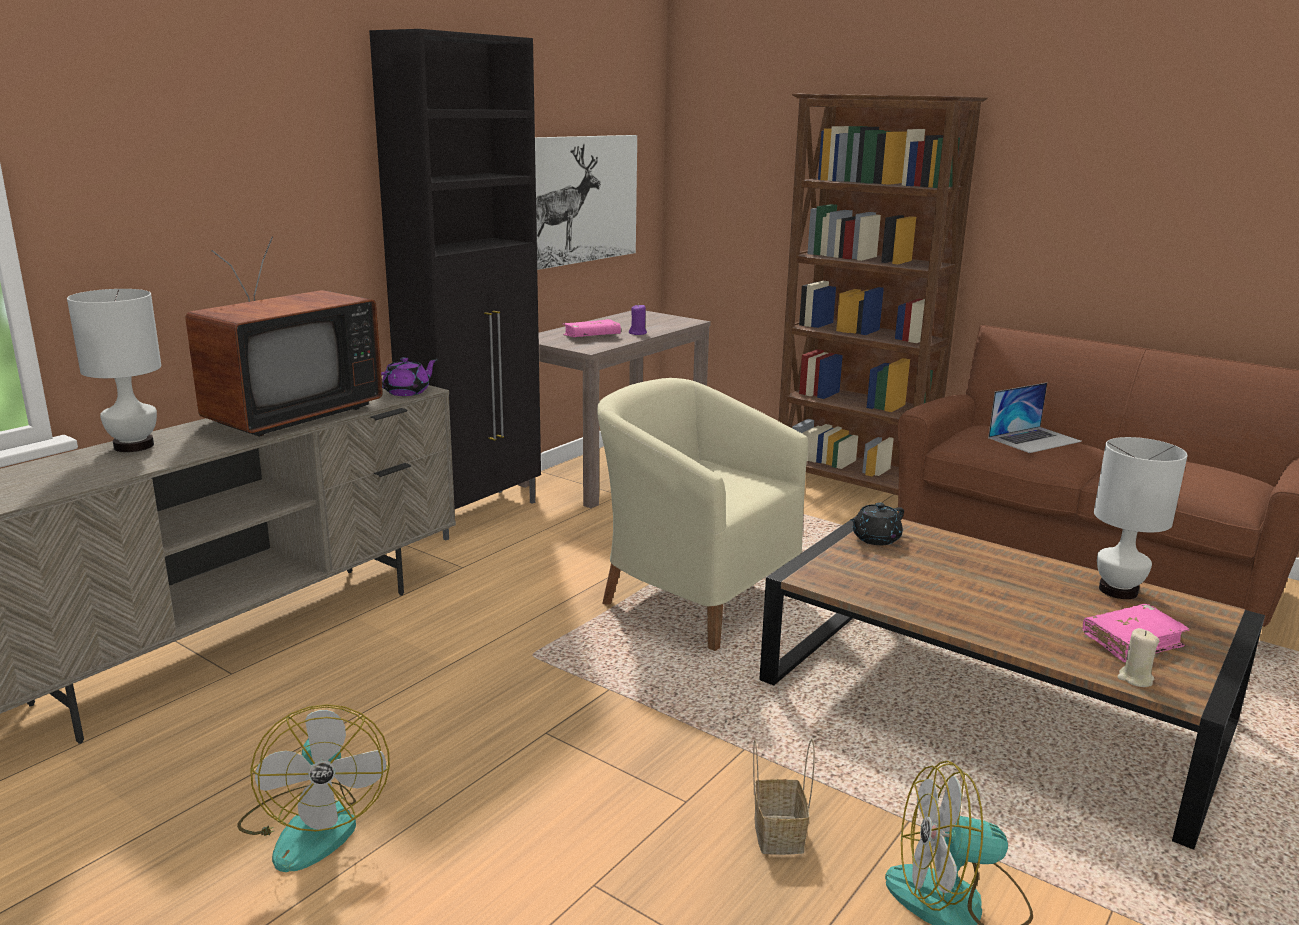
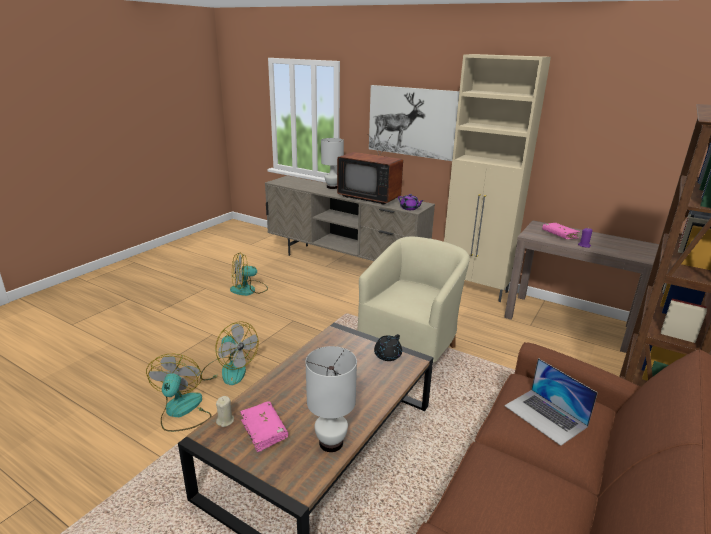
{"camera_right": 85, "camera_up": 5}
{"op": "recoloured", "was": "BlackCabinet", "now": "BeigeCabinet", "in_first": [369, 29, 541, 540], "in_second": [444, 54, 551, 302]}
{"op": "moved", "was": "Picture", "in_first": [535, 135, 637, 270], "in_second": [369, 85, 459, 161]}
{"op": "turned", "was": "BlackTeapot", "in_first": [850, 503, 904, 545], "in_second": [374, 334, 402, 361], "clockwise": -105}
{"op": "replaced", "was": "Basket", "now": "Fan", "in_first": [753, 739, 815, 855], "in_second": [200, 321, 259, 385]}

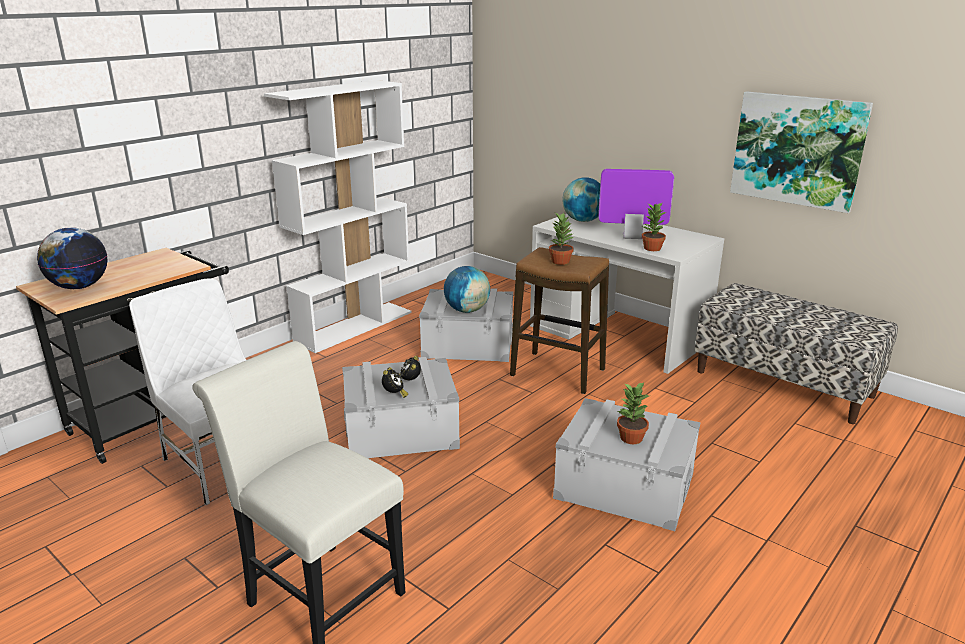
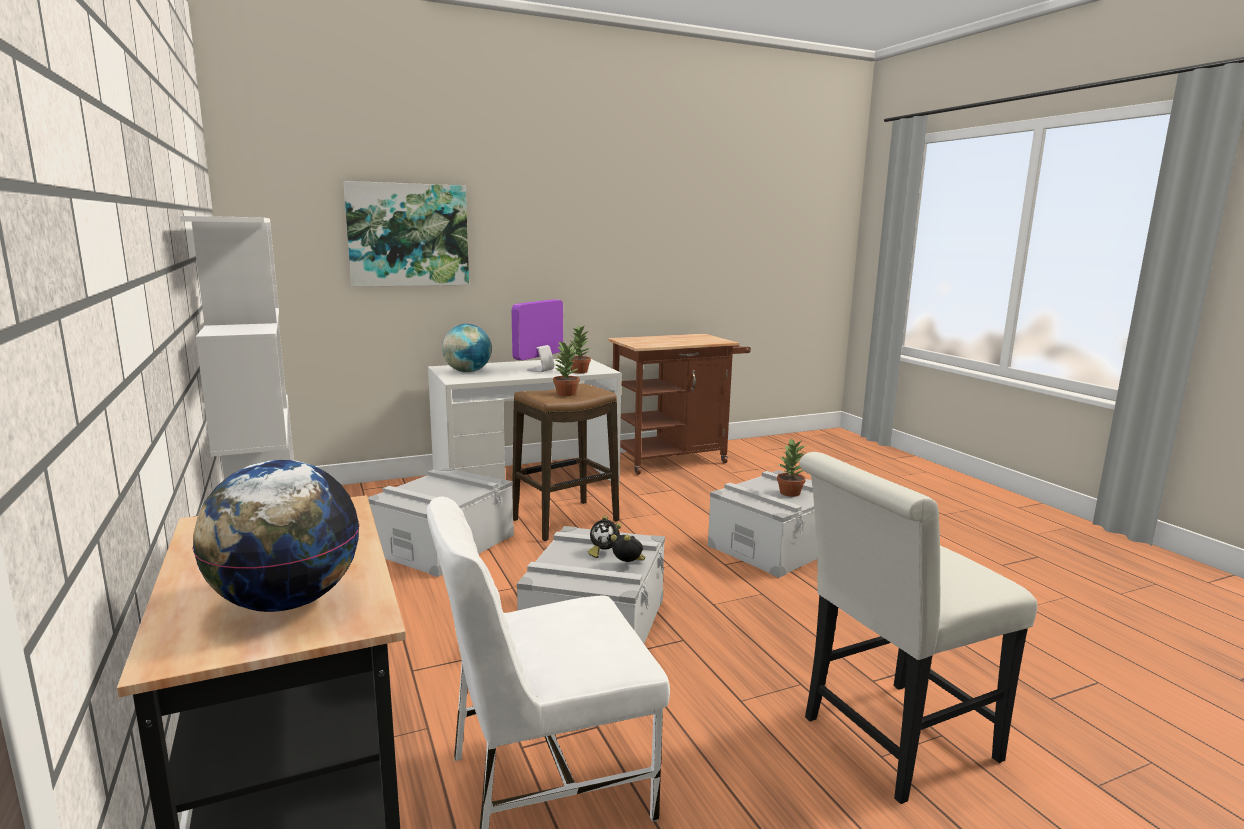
{"camera_right": -65, "camera_up": -10}
{"op": "moved", "was": "Picture", "in_first": [730, 91, 873, 213], "in_second": [343, 181, 469, 287]}
{"op": "removed", "was": "Globe", "in_first": [444, 266, 490, 313]}
{"op": "replaced", "was": "Bench", "now": "BrownCart", "in_first": [695, 283, 898, 424], "in_second": [608, 334, 751, 475]}

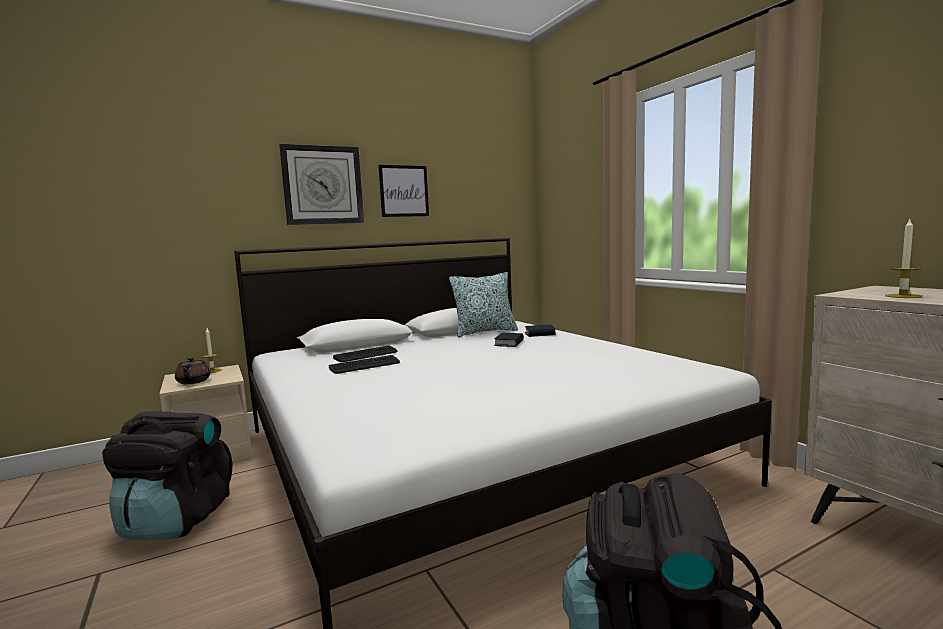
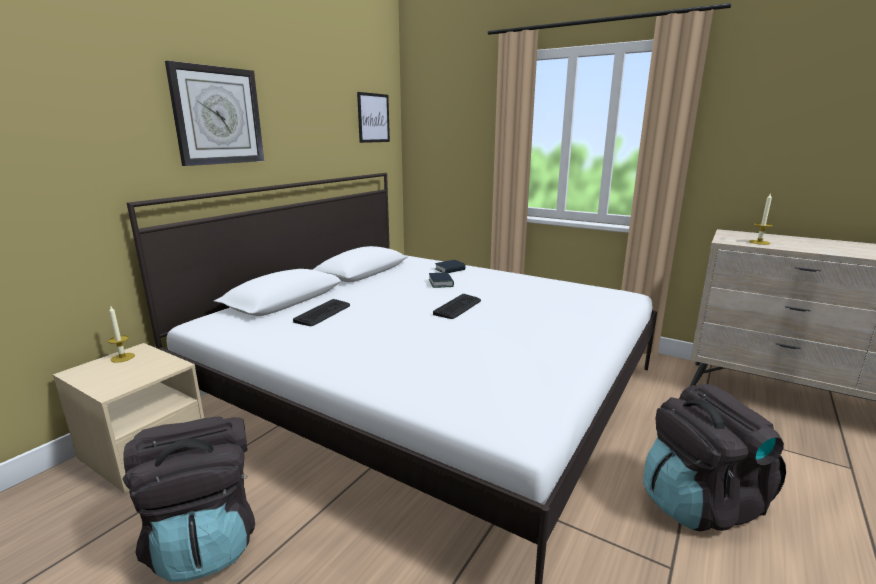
{"camera_right": -30, "camera_up": 10}
{"op": "moved", "was": "Picture", "in_first": [379, 165, 429, 217], "in_second": [357, 92, 390, 143]}
{"op": "removed", "was": "Pillow", "in_first": [449, 272, 518, 337]}
{"op": "moved", "was": "Keyboard", "in_first": [329, 355, 400, 374], "in_second": [433, 294, 481, 319]}
{"op": "removed", "was": "BrownTeapot", "in_first": [175, 357, 210, 384]}

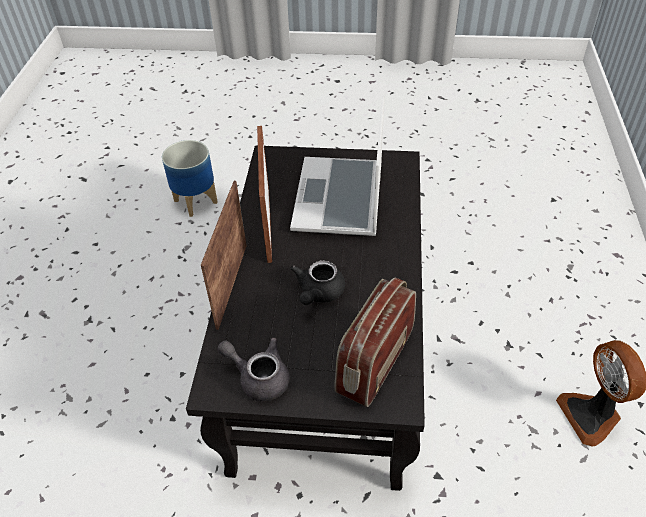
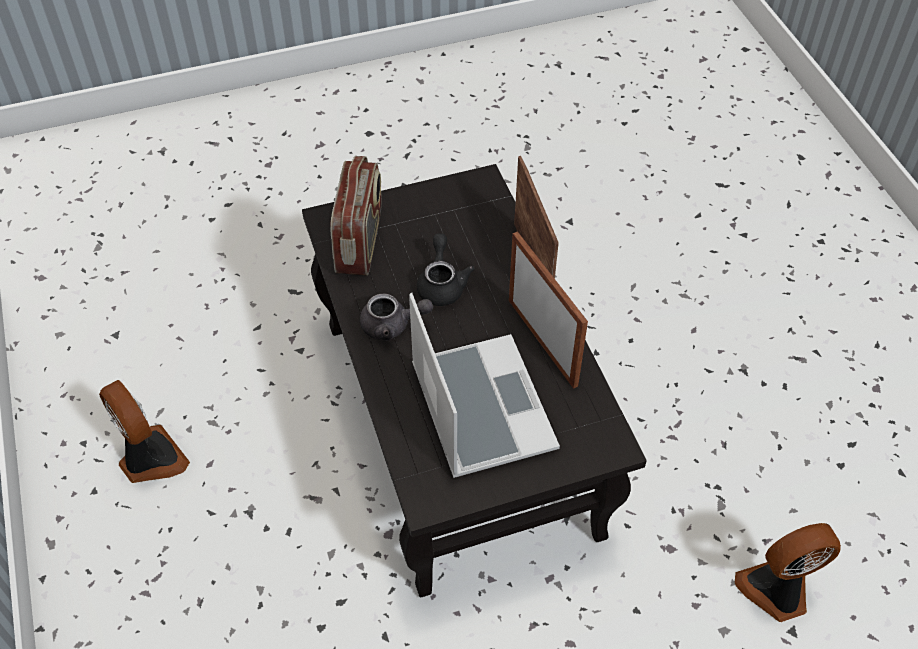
{"camera_right": 155, "camera_up": 5}
{"op": "replaced", "was": "Planter", "now": "Fan", "in_first": [162, 140, 218, 217], "in_second": [735, 523, 841, 622]}
{"op": "moved", "was": "GreyTeapot", "in_first": [217, 337, 290, 401], "in_second": [360, 294, 433, 341]}

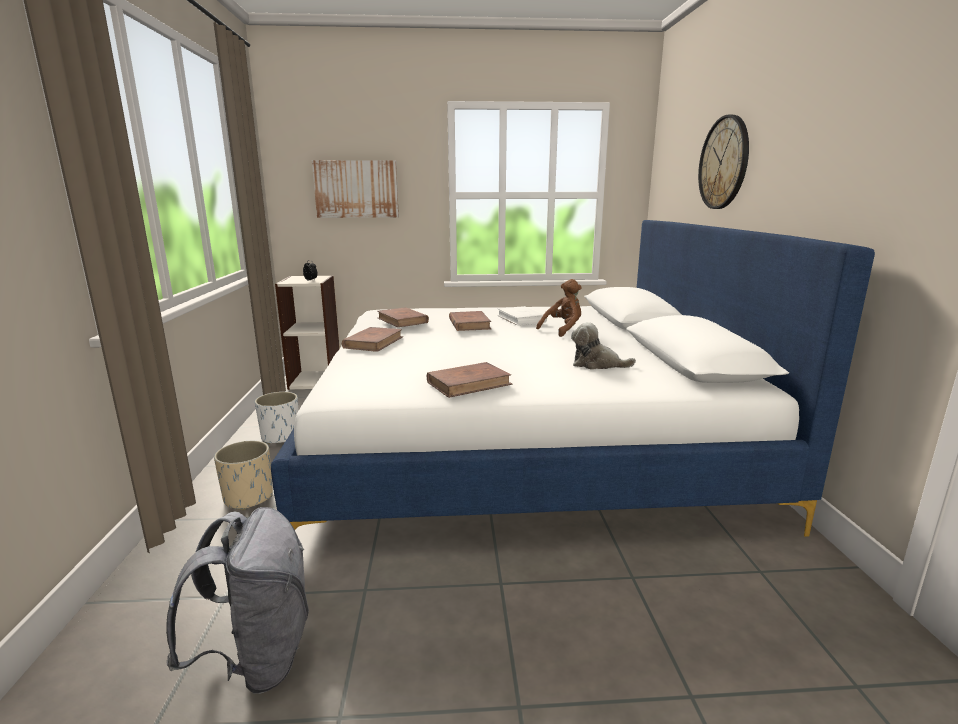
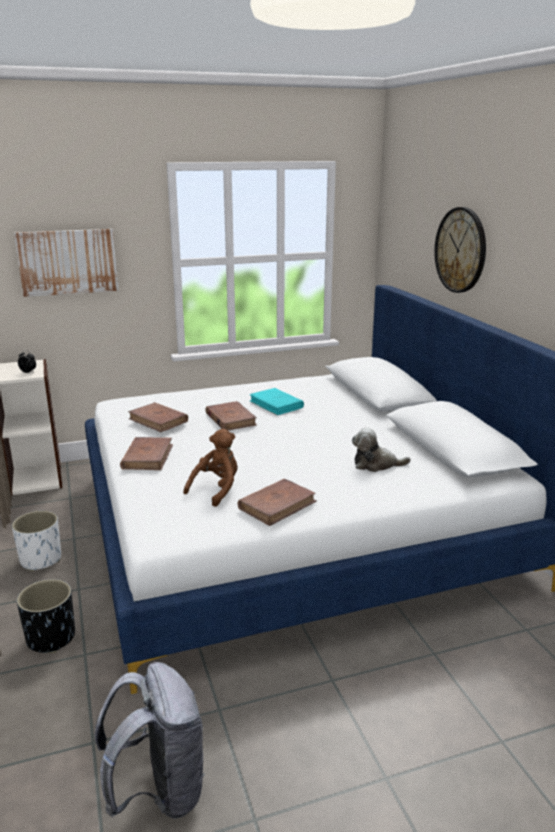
{"camera_right": -15, "camera_up": 5}
{"op": "moved", "was": "BrownPlushToy", "in_first": [536, 279, 582, 337], "in_second": [183, 429, 238, 507]}
{"op": "recoloured", "was": "WhiteBook", "now": "TurquoiseBook", "in_first": [497, 306, 547, 325], "in_second": [249, 388, 304, 415]}
{"op": "recoloured", "was": "BeigePlanter", "now": "BlackPlanter", "in_first": [214, 441, 273, 510], "in_second": [17, 579, 75, 653]}

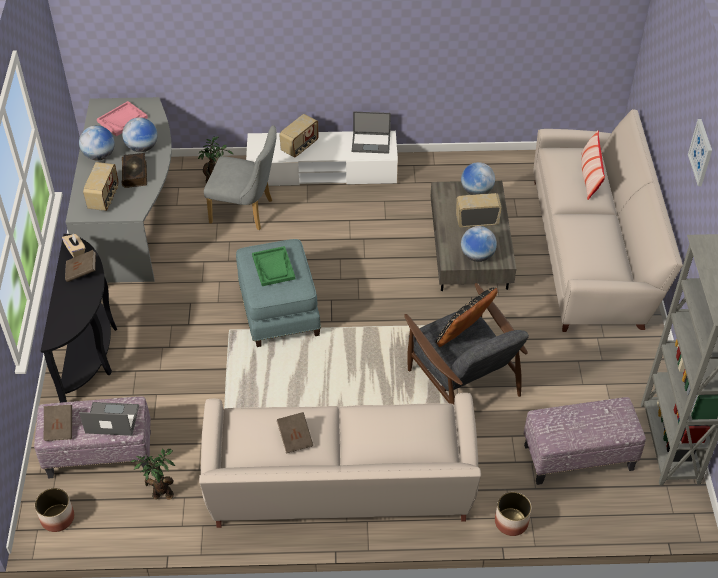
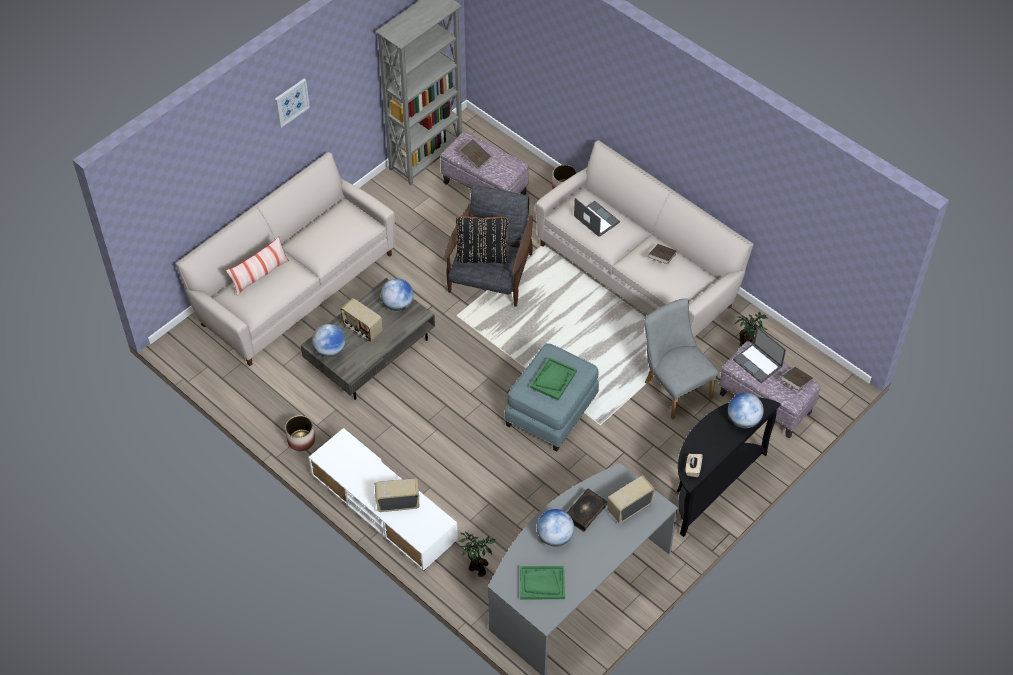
{"camera_right": -135, "camera_up": 5}
{"op": "recoloured", "was": "PinkTray", "now": "GreenTray", "in_first": [97, 101, 148, 136], "in_second": [520, 566, 565, 599]}
{"op": "moved", "was": "Laptop", "in_first": [352, 112, 391, 154], "in_second": [574, 198, 620, 237]}
{"op": "moved", "was": "Globe", "in_first": [79, 125, 115, 161], "in_second": [728, 393, 764, 428]}
{"op": "moved", "was": "GreyChair", "in_first": [204, 125, 277, 230], "in_second": [644, 299, 718, 420]}
{"op": "moved", "was": "BrownBook", "in_first": [65, 250, 96, 282], "in_second": [460, 139, 491, 170]}
{"op": "moved", "was": "Planter", "in_first": [35, 488, 74, 532], "in_second": [285, 416, 315, 451]}

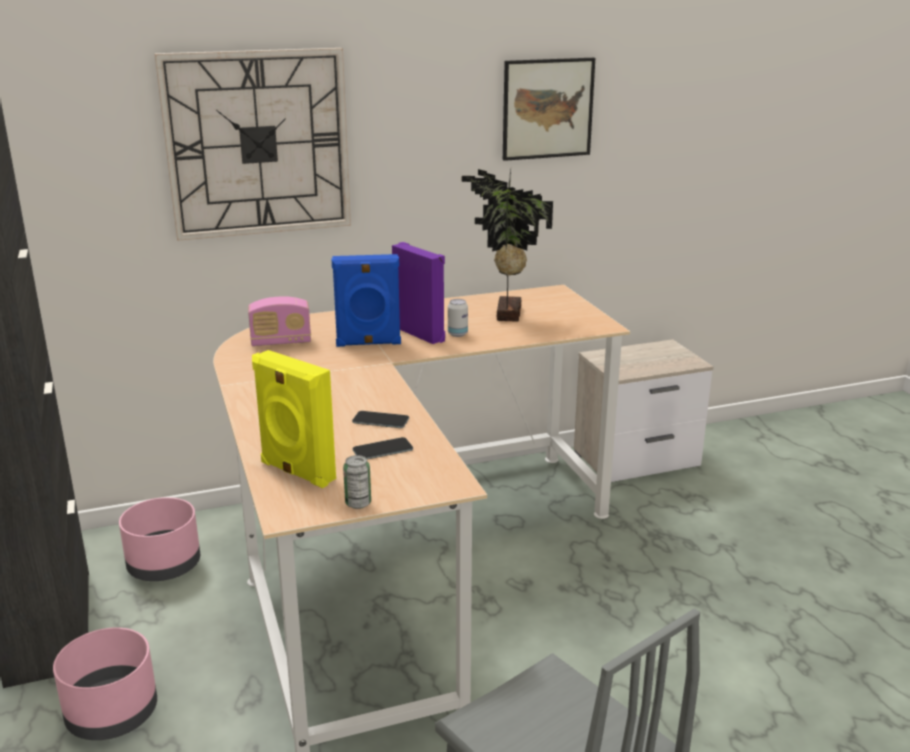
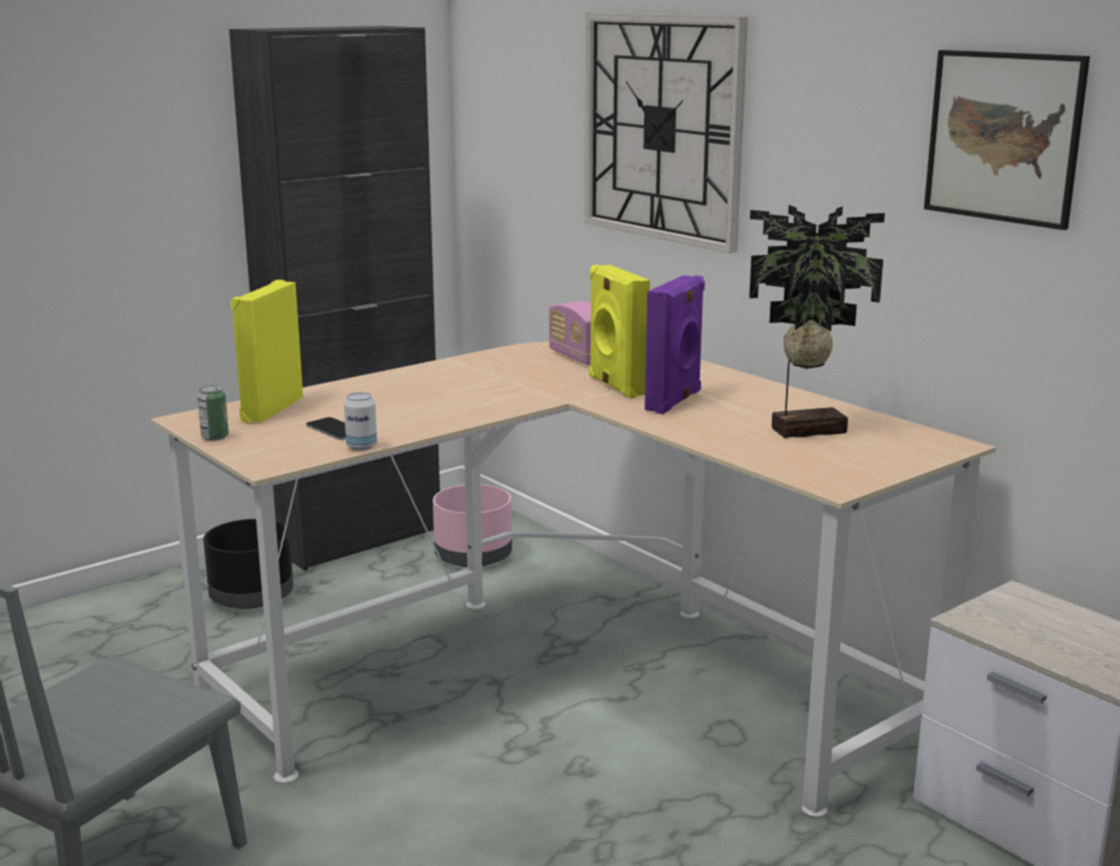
{"camera_right": 70, "camera_up": -5}
{"op": "recoloured", "was": "BlueSpeaker", "now": "YellowSpeaker", "in_first": [332, 254, 401, 347], "in_second": [589, 265, 650, 398]}
{"op": "moved", "was": "Can", "in_first": [448, 299, 468, 337], "in_second": [344, 392, 377, 450]}
{"op": "removed", "was": "Phone", "in_first": [352, 411, 409, 428]}
{"op": "recoloured", "was": "PinkPlanter", "now": "BlackPlanter", "in_first": [53, 627, 157, 740], "in_second": [203, 519, 293, 609]}

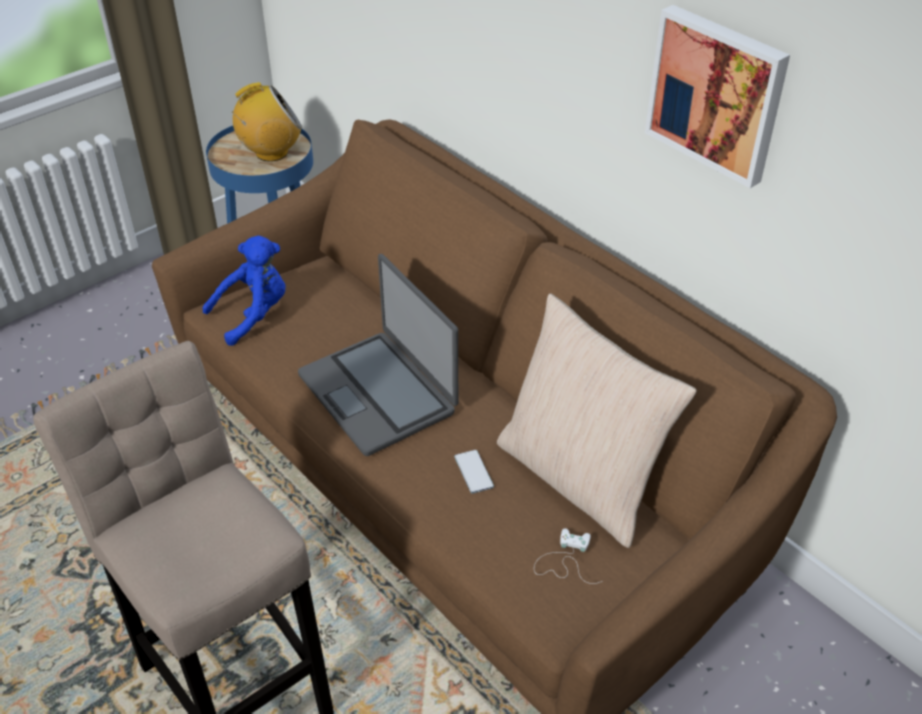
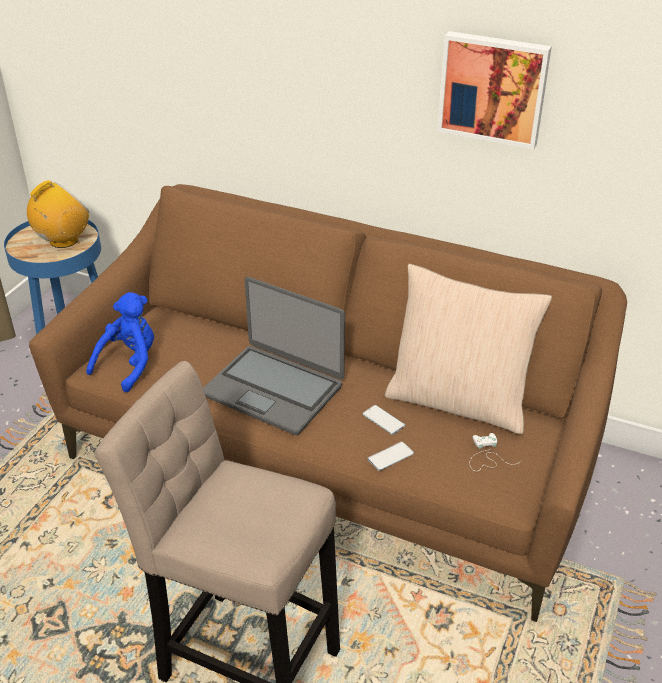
{"camera_right": -25, "camera_up": -5}
{"op": "added", "now": "Phone", "in_second": [367, 442, 414, 471]}

